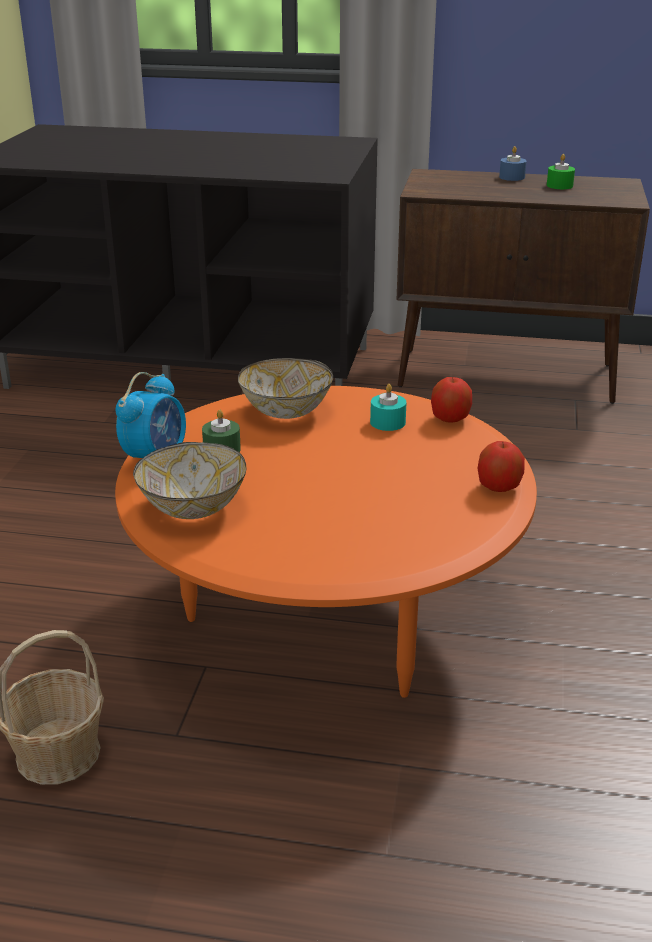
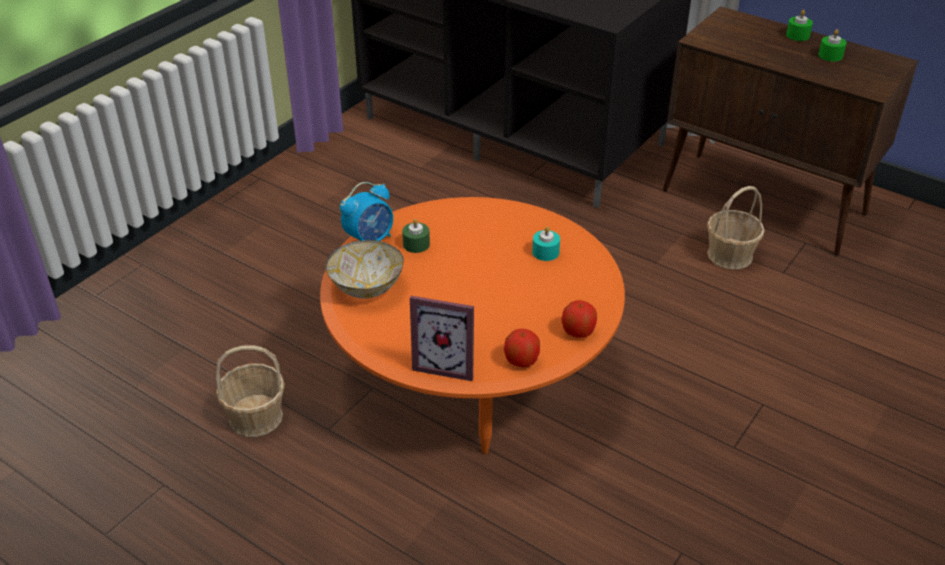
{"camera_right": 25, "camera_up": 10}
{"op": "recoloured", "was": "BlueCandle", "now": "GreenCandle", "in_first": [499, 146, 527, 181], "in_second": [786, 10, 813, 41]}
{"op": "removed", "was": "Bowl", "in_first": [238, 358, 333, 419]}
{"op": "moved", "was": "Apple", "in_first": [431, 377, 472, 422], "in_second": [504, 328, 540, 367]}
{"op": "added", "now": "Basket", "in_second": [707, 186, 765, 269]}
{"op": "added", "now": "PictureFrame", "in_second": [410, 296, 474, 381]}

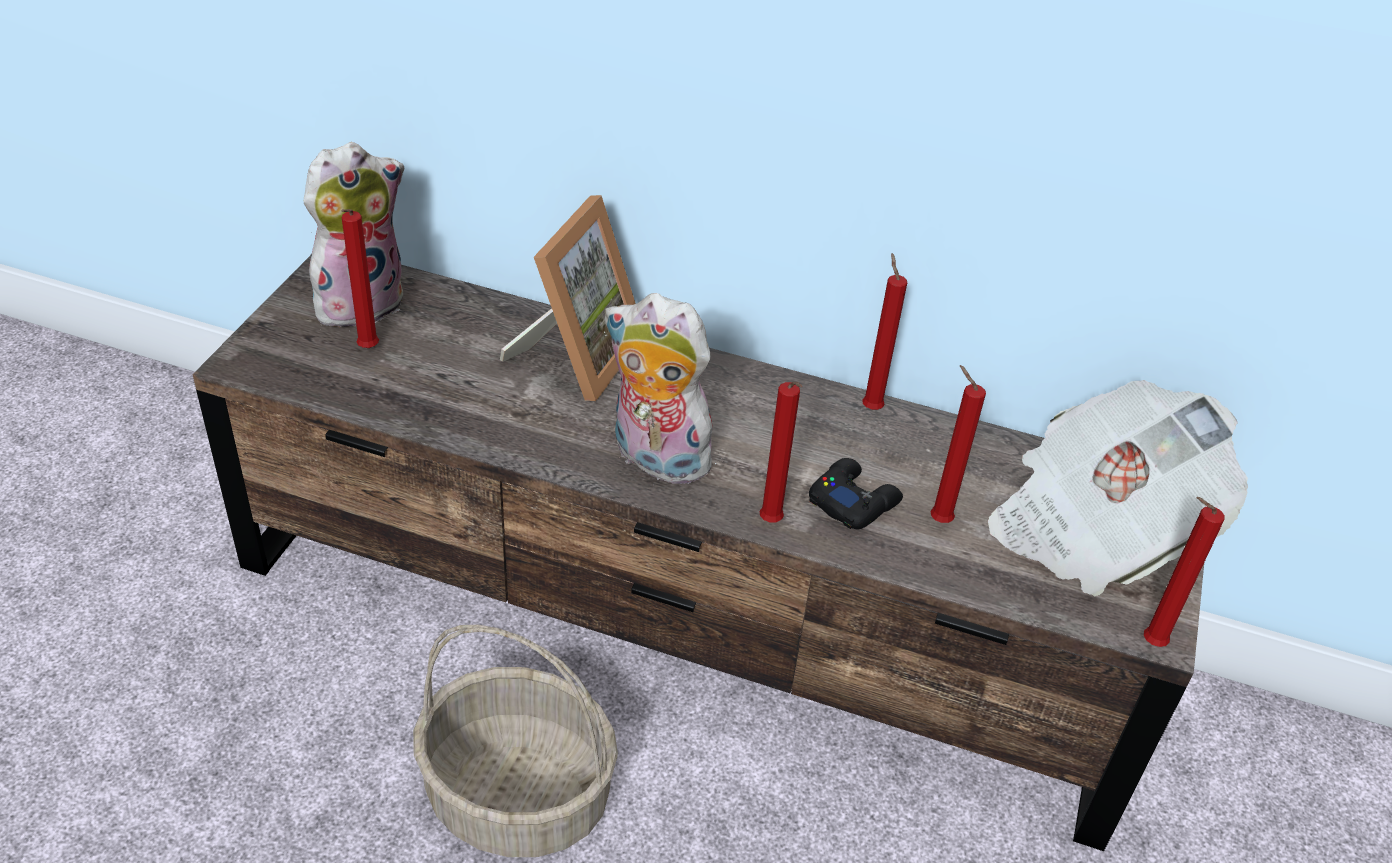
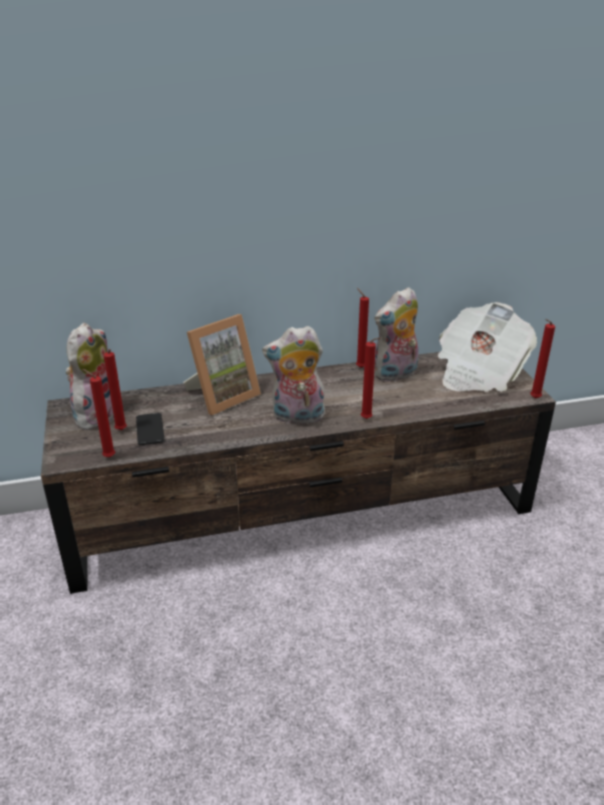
{"camera_right": -30, "camera_up": -10}
{"op": "turned", "was": "PictureFrame", "in_first": [500, 195, 636, 401], "in_second": [183, 314, 261, 415], "clockwise": 60}
{"op": "moved", "was": "RedCandle", "in_first": [931, 365, 986, 523], "in_second": [82, 369, 115, 457]}
{"op": "removed", "was": "BlackGameController", "in_first": [809, 458, 903, 529]}
{"op": "removed", "was": "Basket", "in_first": [413, 625, 618, 857]}
{"op": "added", "now": "PlushToy", "in_second": [375, 287, 418, 382]}
{"op": "added", "now": "Phone", "in_second": [136, 413, 165, 445]}

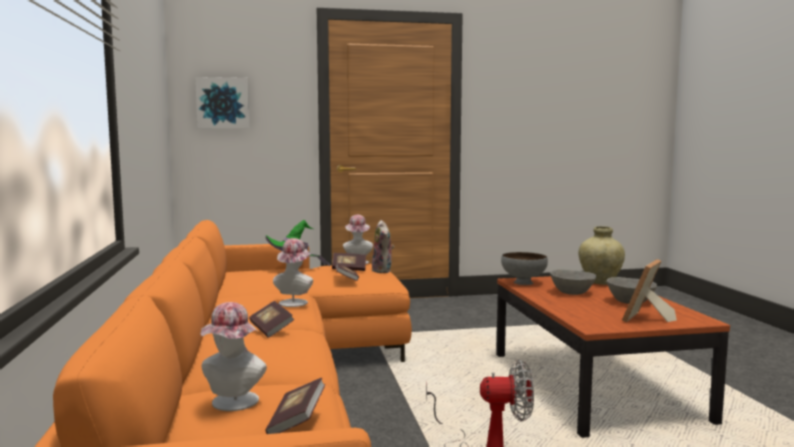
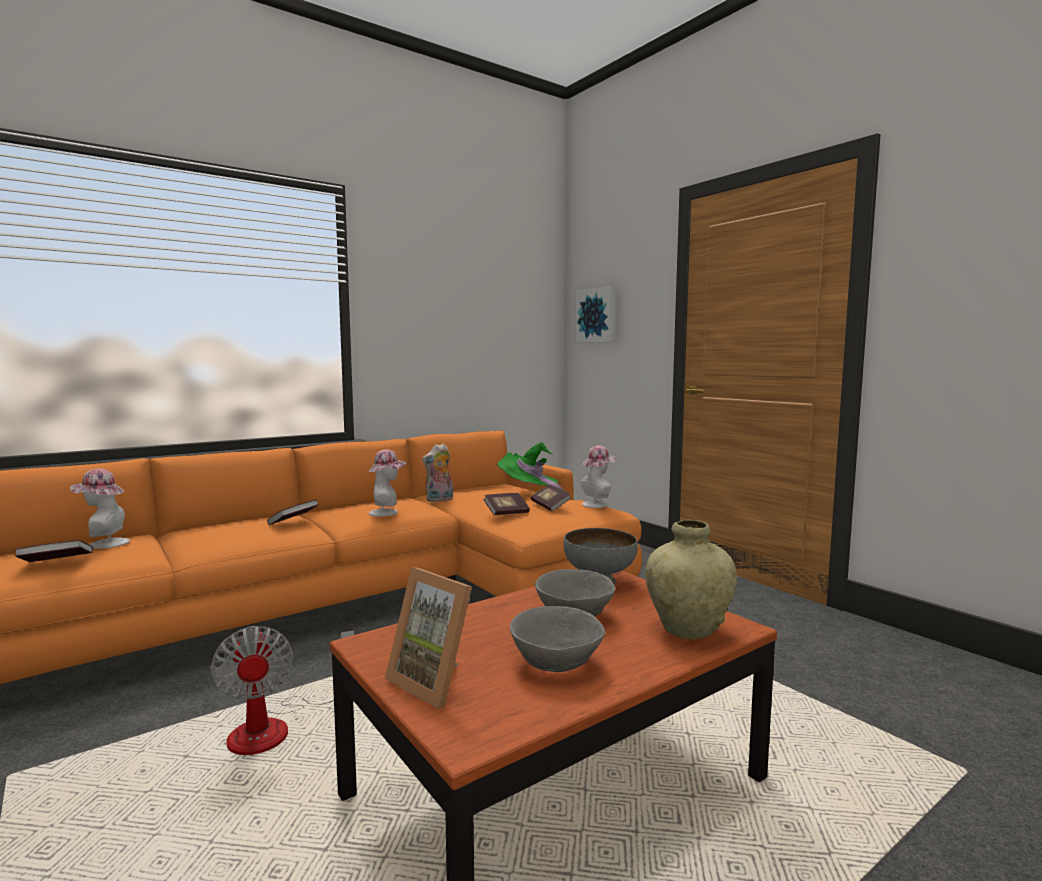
{"camera_right": 65, "camera_up": 0}
{"op": "moved", "was": "PlushToy", "in_first": [372, 220, 394, 273], "in_second": [422, 444, 453, 502]}
{"op": "turned", "was": "PictureFrame", "in_first": [622, 259, 677, 322], "in_second": [385, 567, 472, 708], "clockwise": -150}

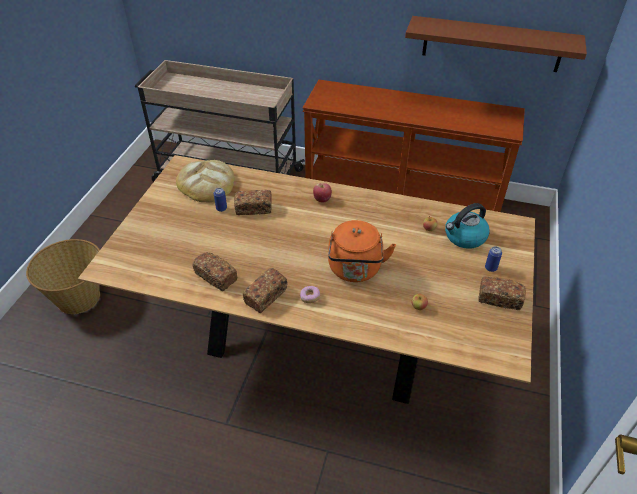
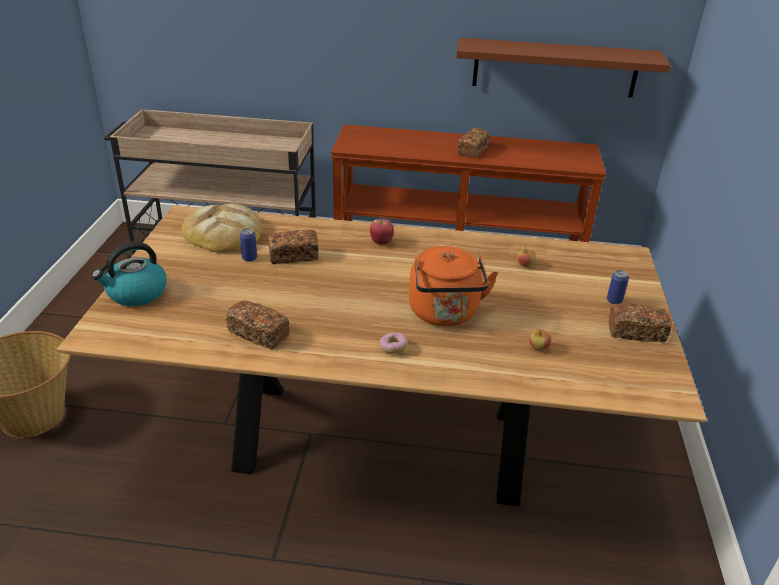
{"camera_right": -10, "camera_up": -10}
{"op": "moved", "was": "Kettle", "in_first": [445, 203, 490, 249], "in_second": [92, 242, 167, 306]}
{"op": "moved", "was": "Bread", "in_first": [243, 268, 287, 313], "in_second": [457, 128, 490, 158]}

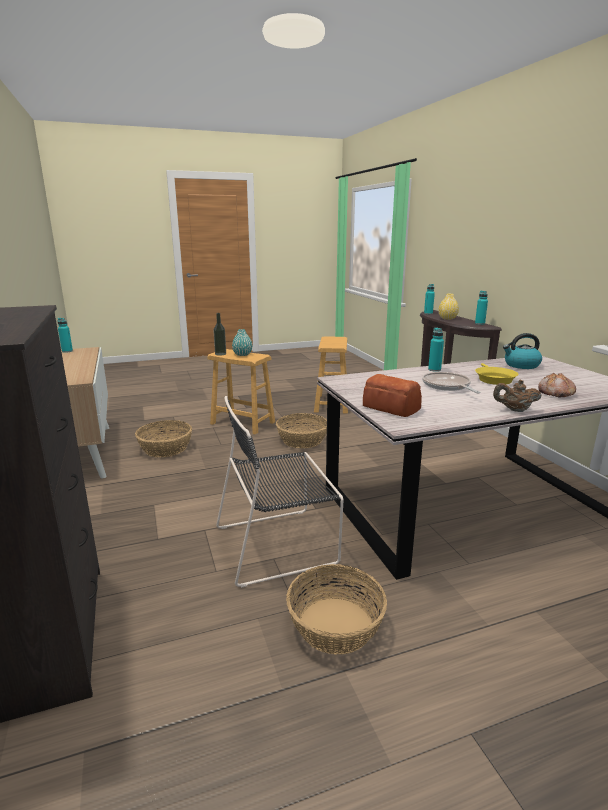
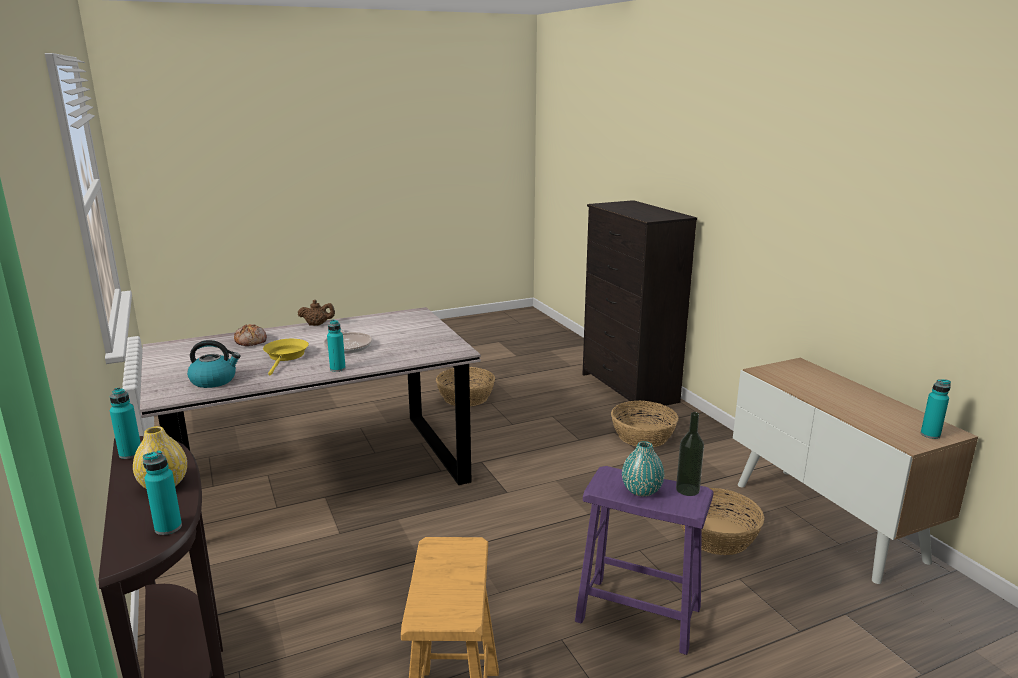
{"camera_right": 175, "camera_up": 0}
{"op": "recoloured", "was": "BrownStool", "now": "PurpleStool", "in_first": [208, 349, 275, 435], "in_second": [575, 466, 714, 655]}
{"op": "removed", "was": "Bread", "in_first": [363, 374, 422, 417]}
{"op": "removed", "was": "BlackChair", "in_first": [216, 396, 343, 588]}
{"op": "moved", "was": "Basket", "in_first": [276, 413, 327, 448], "in_second": [611, 401, 678, 447]}

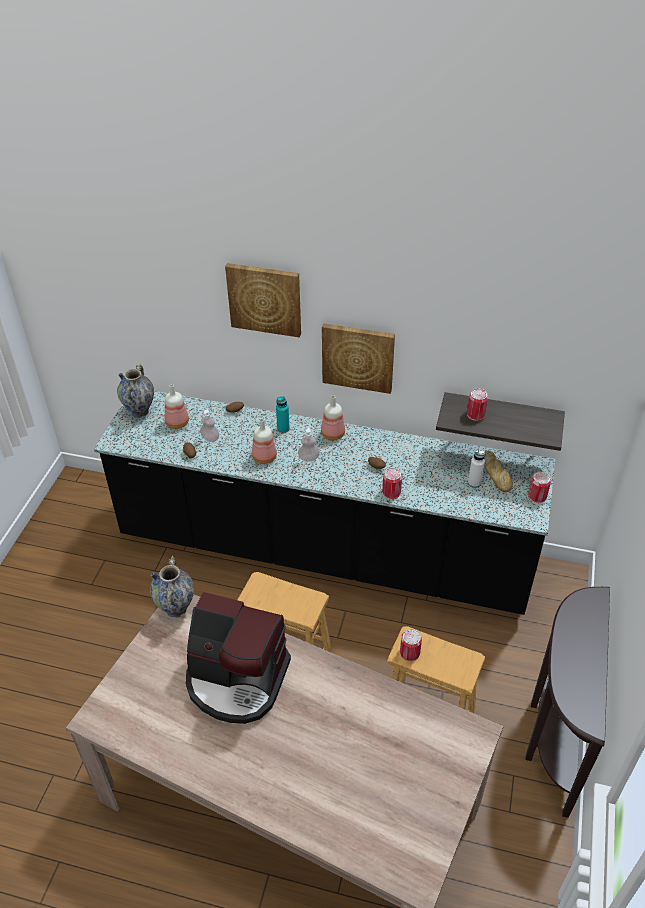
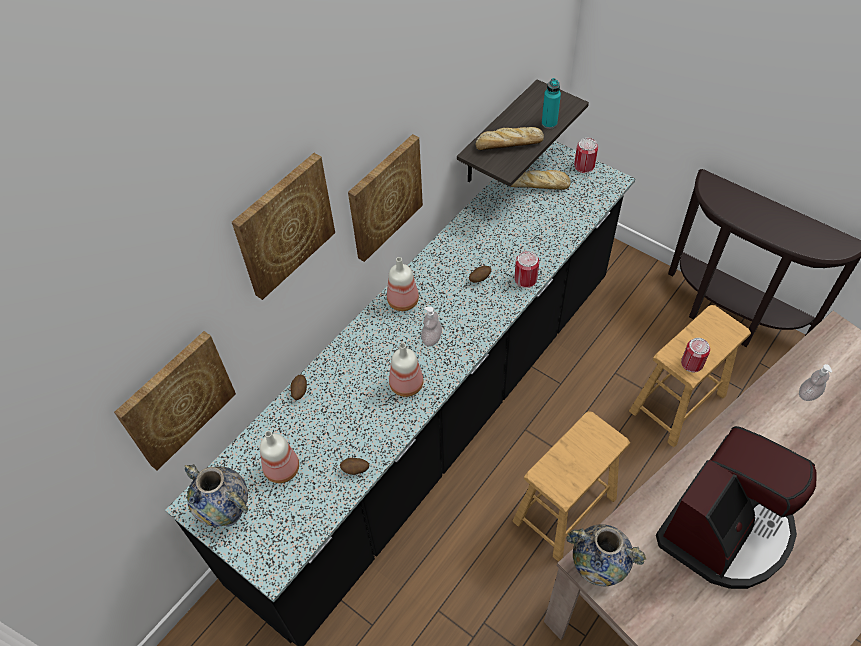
{"camera_right": -65, "camera_up": 10}
{"op": "replaced", "was": "Can", "now": "Bread", "in_first": [467, 389, 489, 421], "in_second": [476, 127, 544, 150]}
{"op": "moved", "was": "TurquoiseBottle", "in_first": [276, 396, 290, 433], "in_second": [542, 78, 561, 129]}
{"op": "moved", "was": "SoapDispenser", "in_first": [200, 410, 219, 442], "in_second": [799, 364, 832, 401]}
{"op": "removed", "was": "WhiteBottle", "in_first": [468, 450, 485, 488]}
{"op": "added", "now": "Picture", "in_second": [114, 331, 236, 470]}

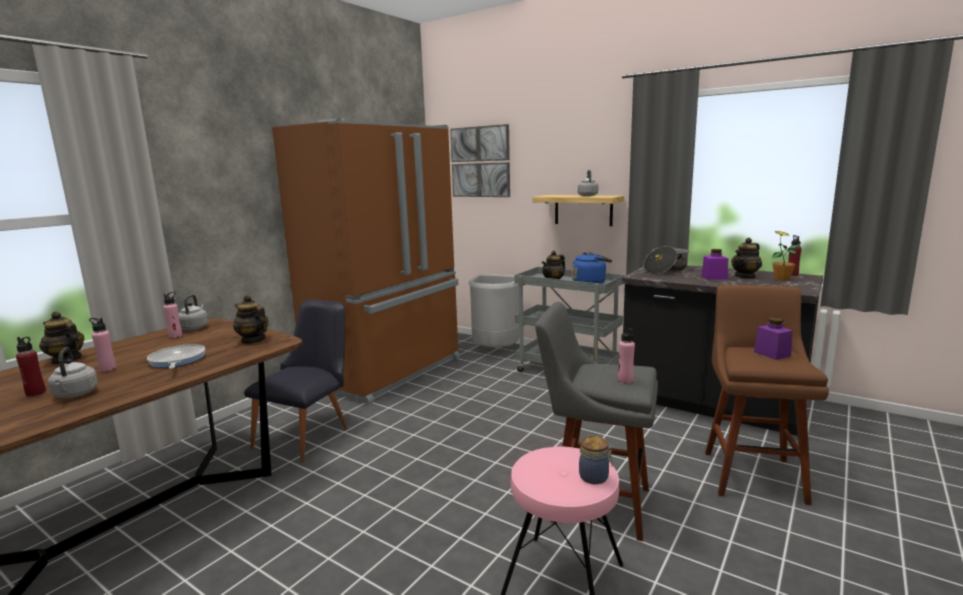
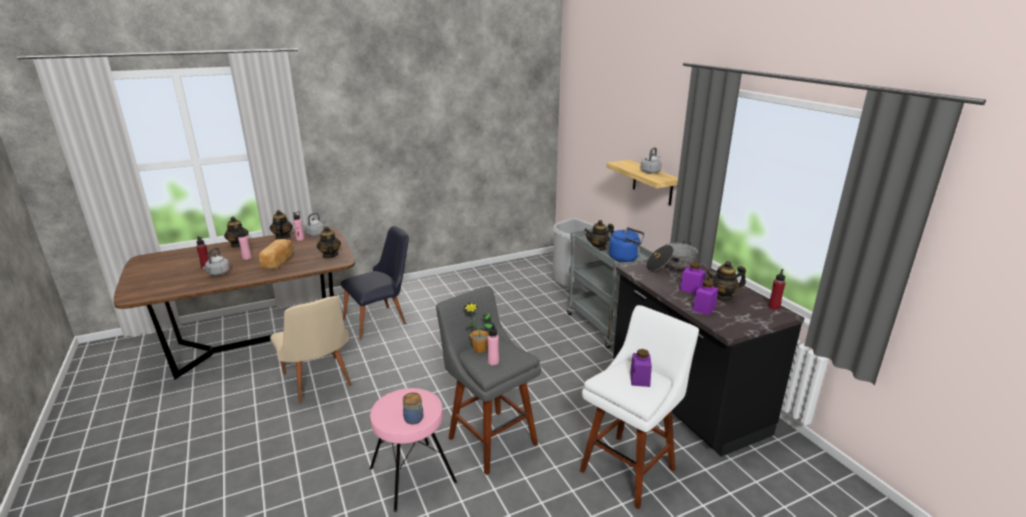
{"camera_right": 30, "camera_up": 10}
{"op": "removed", "was": "BrownFridge", "in_first": [272, 118, 460, 404]}
{"op": "removed", "was": "Picture", "in_first": [450, 124, 510, 197]}
{"op": "moved", "was": "PottedPlant", "in_first": [772, 231, 801, 281], "in_second": [464, 303, 495, 353]}
{"op": "recoloured", "was": "BrownStool", "now": "WhiteStool", "in_first": [705, 285, 829, 505], "in_second": [580, 305, 699, 509]}
{"op": "replaced", "was": "FryingPan", "now": "Bread", "in_first": [147, 344, 205, 369], "in_second": [259, 239, 293, 269]}
{"op": "added", "now": "Teapot", "in_second": [270, 210, 293, 239]}
{"op": "added", "now": "PurpleJar", "in_second": [692, 280, 718, 315]}
{"op": "added", "now": "BeigeChair", "in_second": [270, 296, 352, 403]}

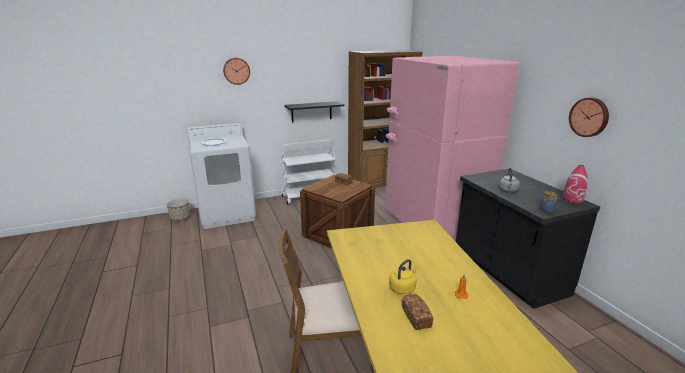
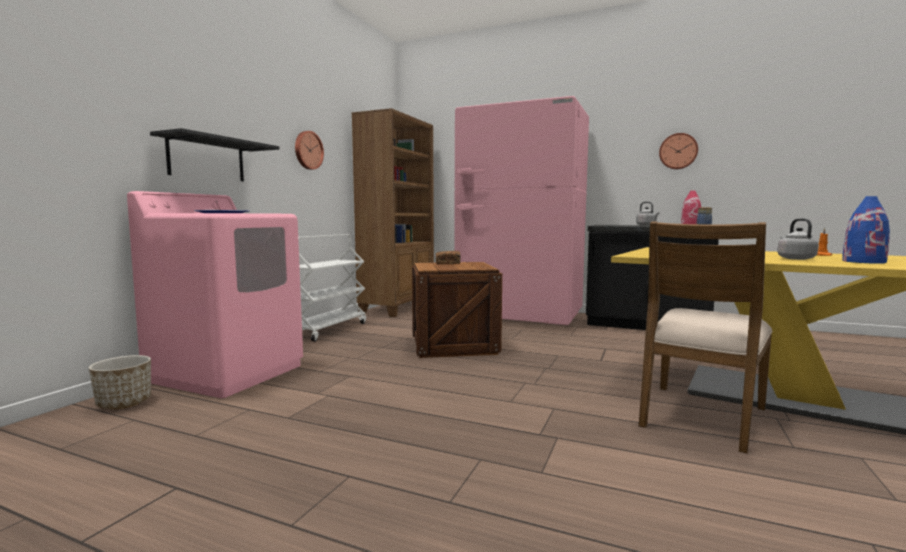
{"camera_right": -45, "camera_up": -15}
{"op": "moved", "was": "WallClock", "in_first": [223, 58, 250, 85], "in_second": [295, 131, 324, 170]}
{"op": "moved", "was": "BlackShelf", "in_first": [284, 101, 344, 122], "in_second": [150, 128, 279, 181]}
{"op": "recoloured", "was": "WhiteWashingMachine", "now": "PinkWashingMachine", "in_first": [187, 123, 256, 229], "in_second": [127, 191, 303, 398]}
{"op": "recoloured", "was": "YellowKettle", "now": "GreyKettle", "in_first": [389, 259, 418, 294], "in_second": [777, 218, 818, 260]}
{"op": "replaced", "was": "Bread", "now": "BlueVase", "in_first": [402, 294, 433, 330], "in_second": [842, 196, 890, 264]}

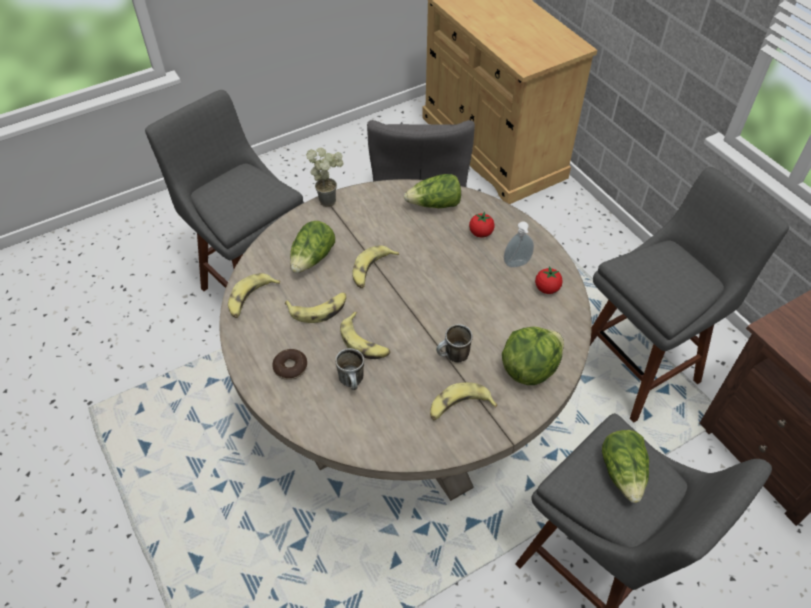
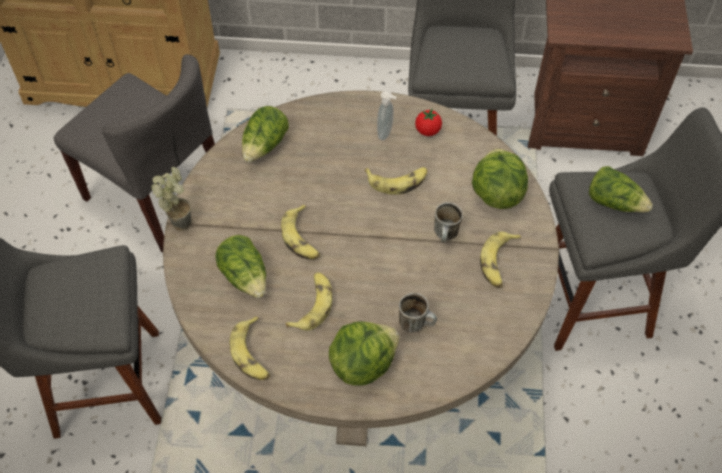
{"camera_right": -55, "camera_up": 5}
{"op": "removed", "was": "Tomato", "in_first": [469, 212, 495, 238]}
{"op": "moved", "was": "Banana", "in_first": [340, 312, 390, 359], "in_second": [365, 167, 427, 195]}
{"op": "replaced", "was": "Donut", "now": "Lettuce", "in_first": [272, 349, 307, 380], "in_second": [329, 321, 399, 386]}

